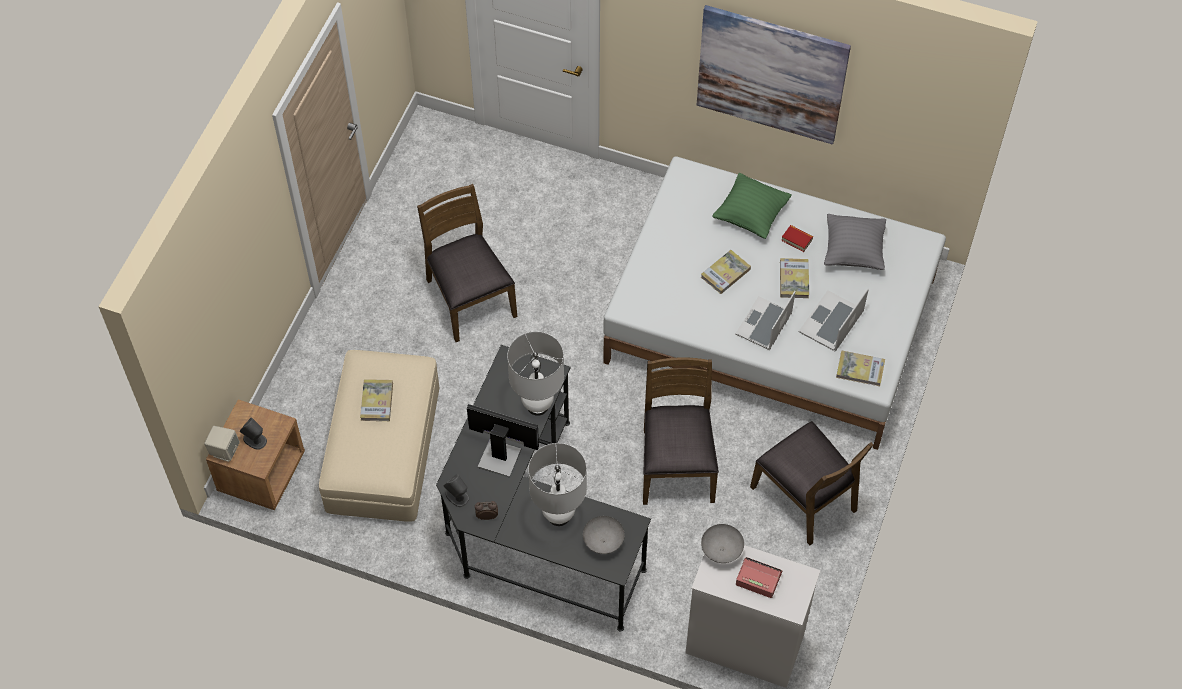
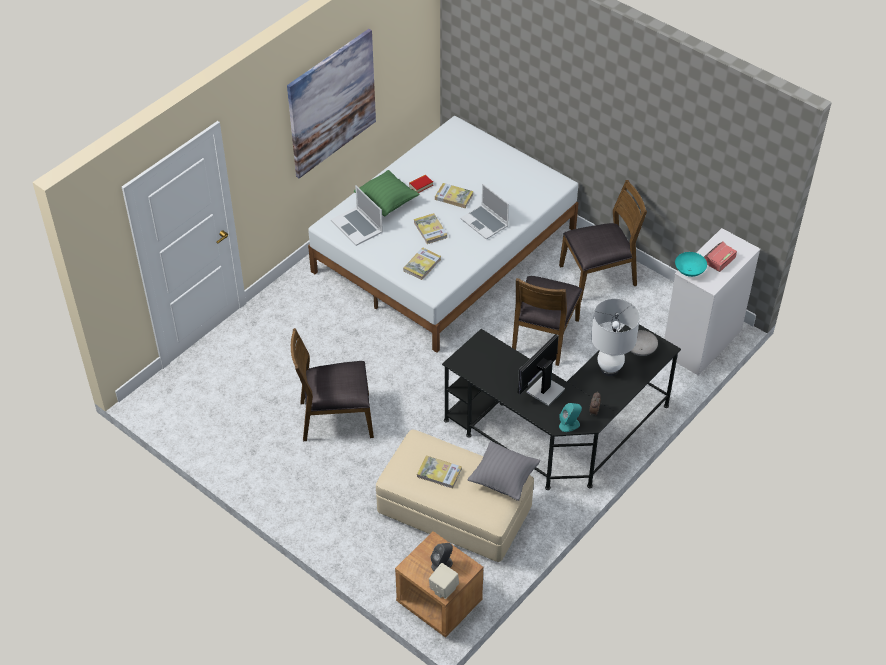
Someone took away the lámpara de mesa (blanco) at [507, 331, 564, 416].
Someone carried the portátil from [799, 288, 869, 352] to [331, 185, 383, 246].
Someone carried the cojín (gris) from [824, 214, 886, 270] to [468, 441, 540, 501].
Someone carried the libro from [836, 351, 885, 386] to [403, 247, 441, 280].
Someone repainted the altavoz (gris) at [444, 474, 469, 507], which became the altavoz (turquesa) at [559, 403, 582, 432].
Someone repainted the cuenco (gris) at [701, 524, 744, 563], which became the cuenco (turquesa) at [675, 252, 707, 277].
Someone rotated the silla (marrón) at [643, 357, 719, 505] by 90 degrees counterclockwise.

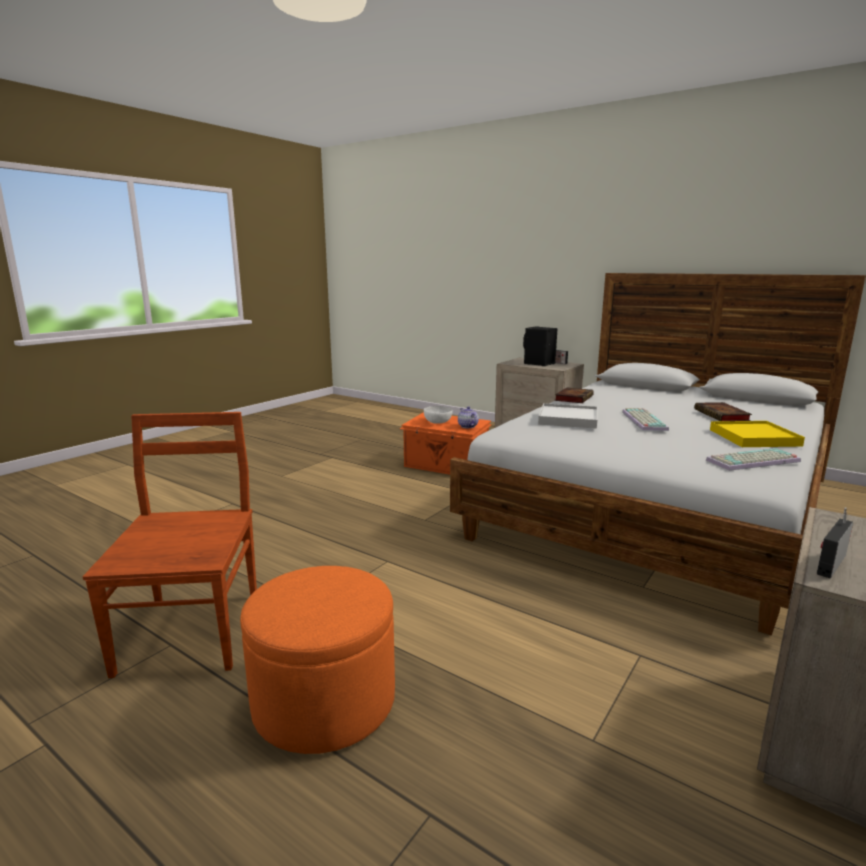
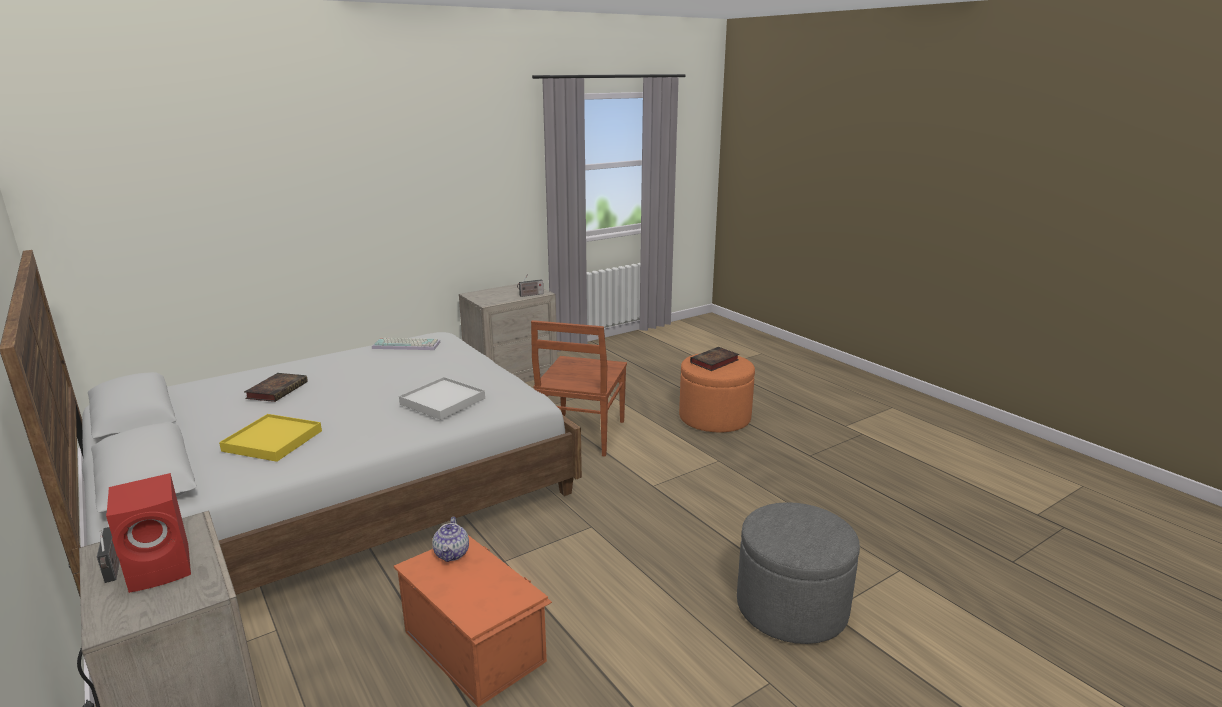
Someone took away the cuenco (blanco) at [424, 406, 453, 424].
Someone took away the teclado at [622, 408, 669, 431].
Someone put down the puf (gris) at [737, 502, 860, 644].
Someone carried the silla (marrón) from [82, 412, 257, 678] to [531, 320, 627, 456].
Someone carried the libro from [555, 388, 594, 403] to [690, 347, 739, 371].
Someone carried the bandeja (amarillo) from [710, 421, 805, 447] to [219, 414, 322, 462].
Someone repainted the altavoz (negro) at [523, 326, 558, 366], which became the altavoz (rojo) at [106, 473, 191, 593].

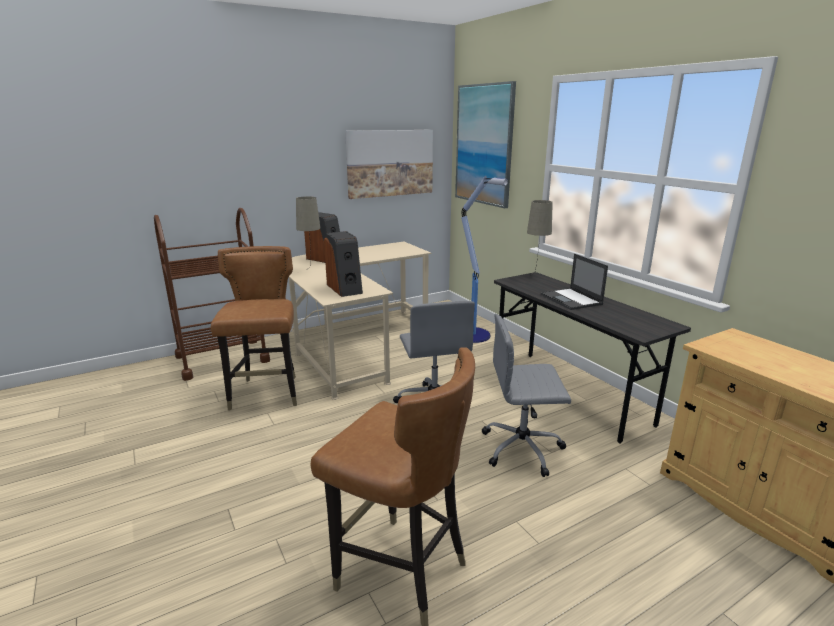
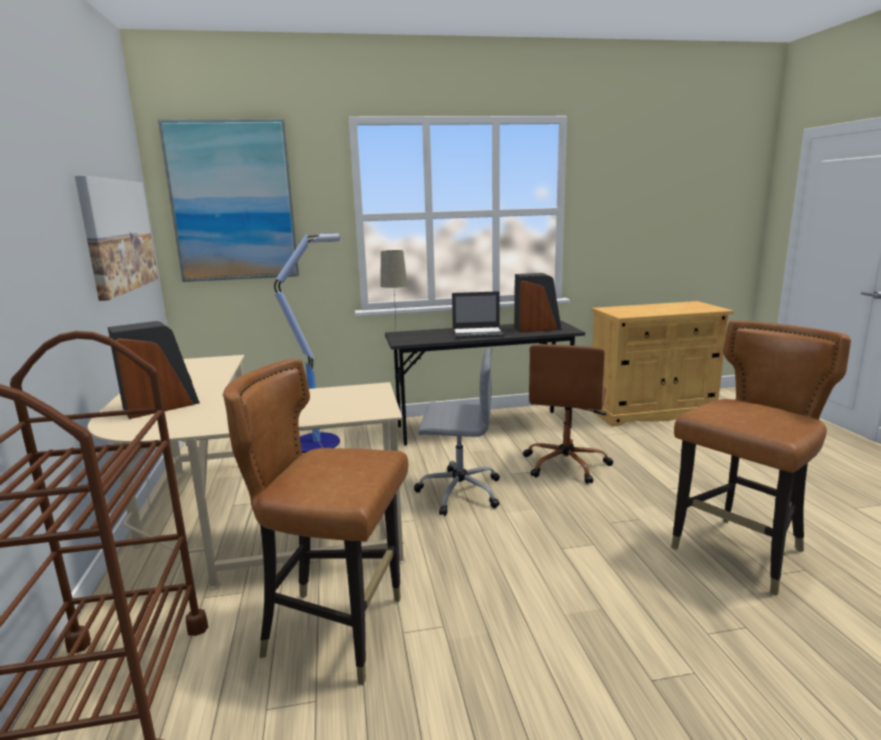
Someone took away the lámpara de mesa (beis) at [296, 196, 320, 270].
Someone carried the altavoz from [324, 231, 363, 297] to [514, 273, 562, 332].
Someone repainted the silla de oficina (gris) at [482, 314, 571, 477], which became the silla de oficina (marrón) at [523, 344, 613, 484].

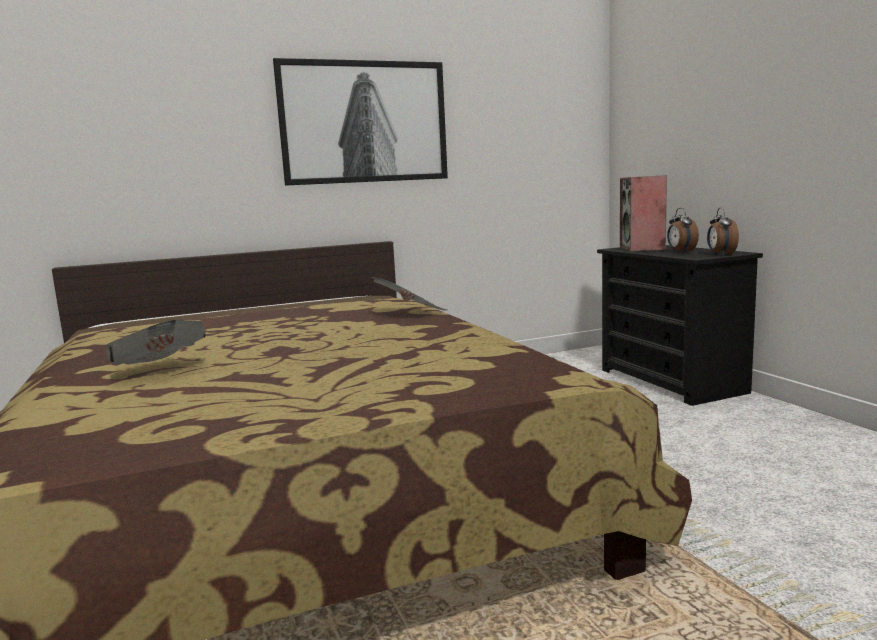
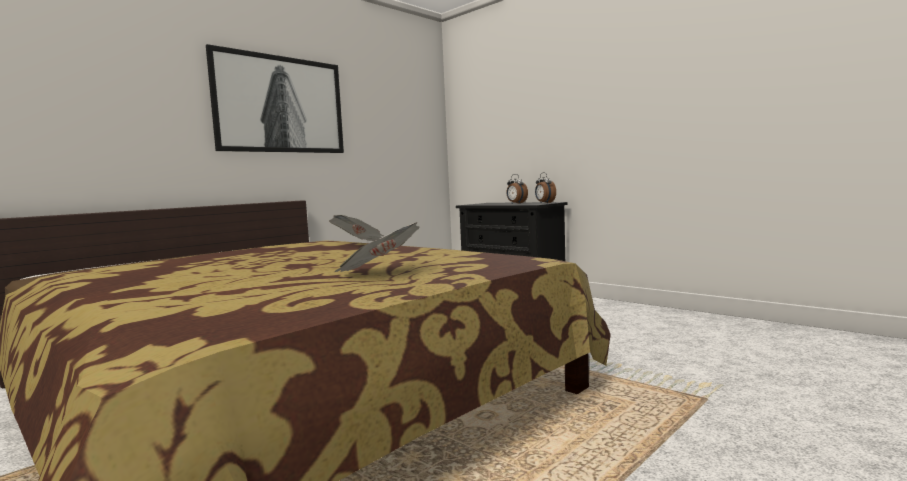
Someone took away the altavoz at [620, 175, 667, 251].
Someone carried the periódico from [105, 319, 206, 365] to [334, 222, 419, 272].

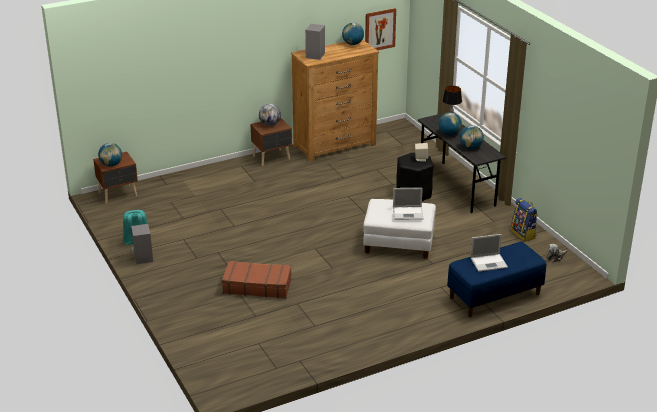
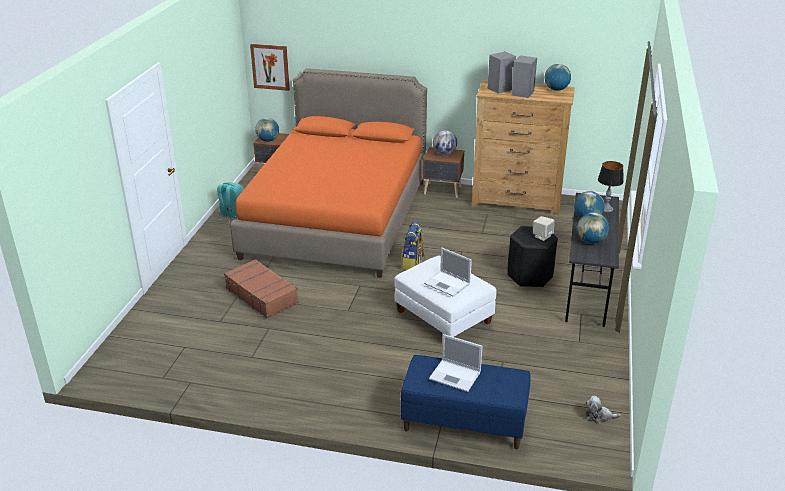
Someone put down the cama (naranja) at [230, 68, 427, 278].
Someone carried the altavoz (gris) from [131, 224, 153, 264] to [512, 55, 537, 98].
Someone carried the cuadro from [365, 8, 396, 50] to [250, 44, 290, 91].
Someone carried the mochila from [511, 198, 538, 242] to [401, 222, 425, 270].

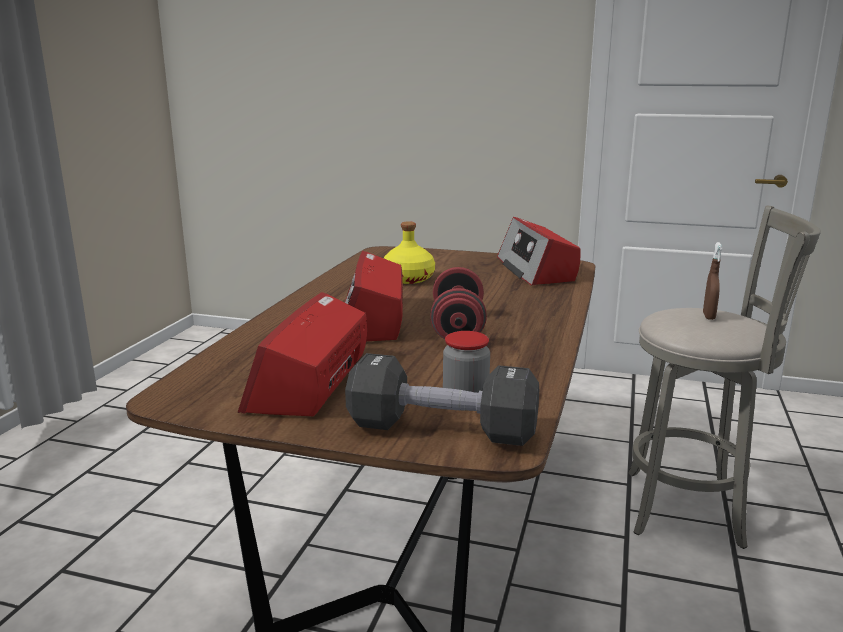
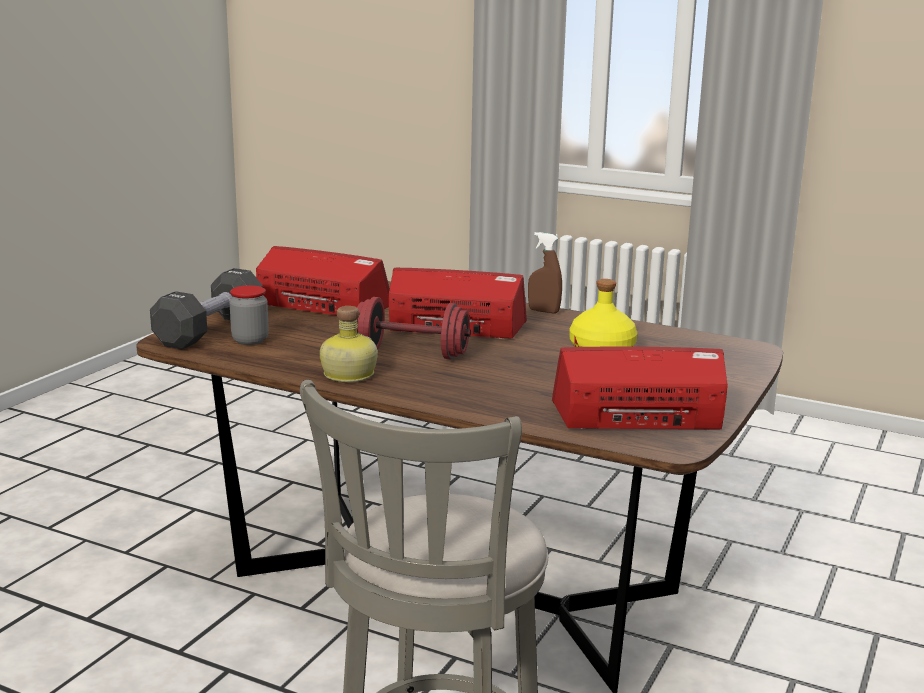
Someone put down the botella at [320, 306, 378, 382].
Someone carried the pulverizador (marrón) from [703, 242, 722, 320] to [528, 232, 562, 314].

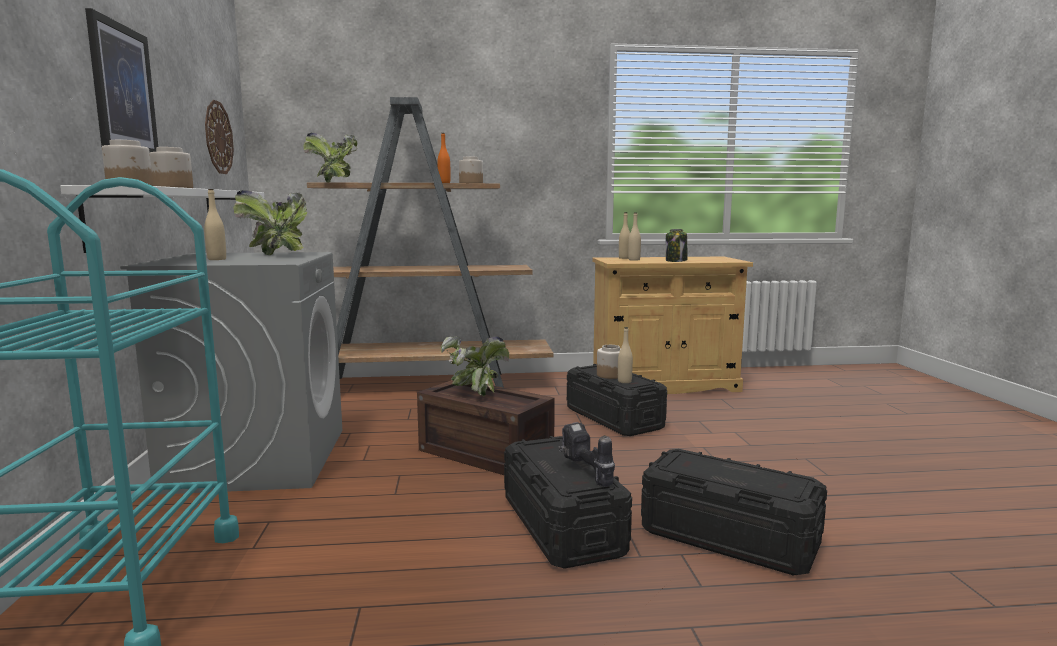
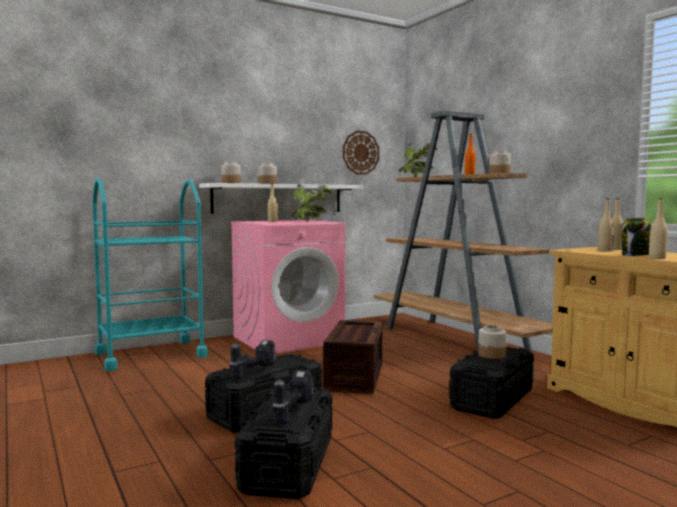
Someone took away the cuadro at [85, 8, 158, 152].
Someone took away the planta en maceta at [441, 336, 509, 396].
Someone put down the taladro at [272, 370, 313, 425].
Someone carried the botella (beis) from [618, 327, 633, 383] to [649, 198, 668, 259].
Someone repainted the lavadora (gris) at [120, 252, 342, 495], which became the lavadora (rosa) at [231, 220, 345, 354].

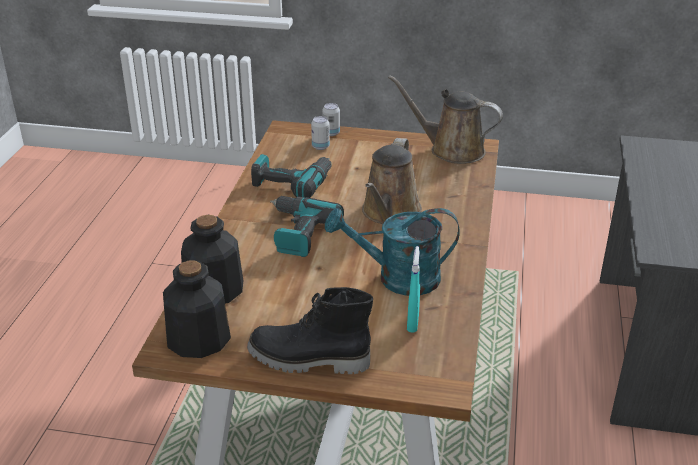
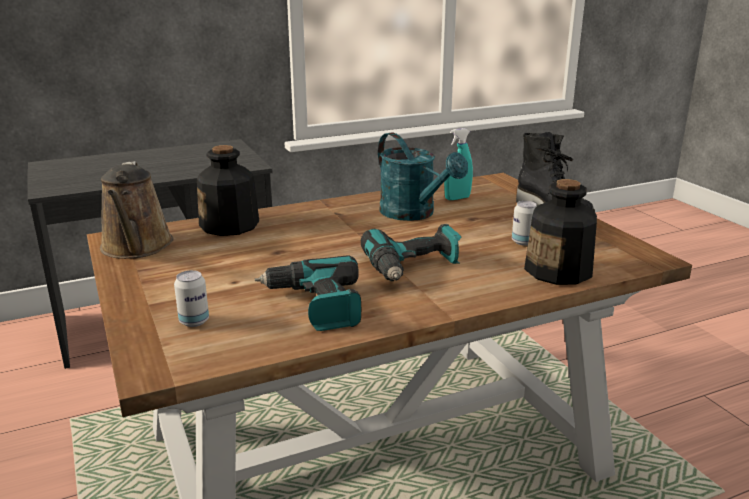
Someone took away the regadera (marrón) at [362, 138, 422, 224].
Someone carried the botella from [163, 260, 231, 358] to [197, 145, 259, 236].
Someone carried the lata from [322, 103, 340, 136] to [512, 201, 537, 245].

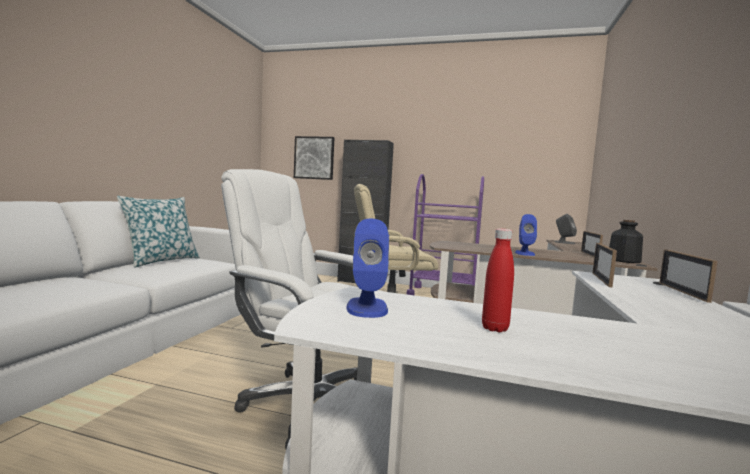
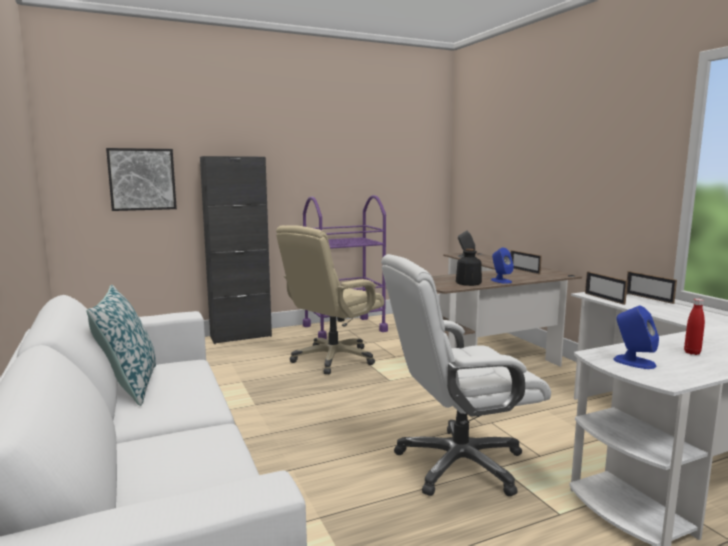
Someone carried the botella from [609, 220, 643, 263] to [456, 248, 482, 286].

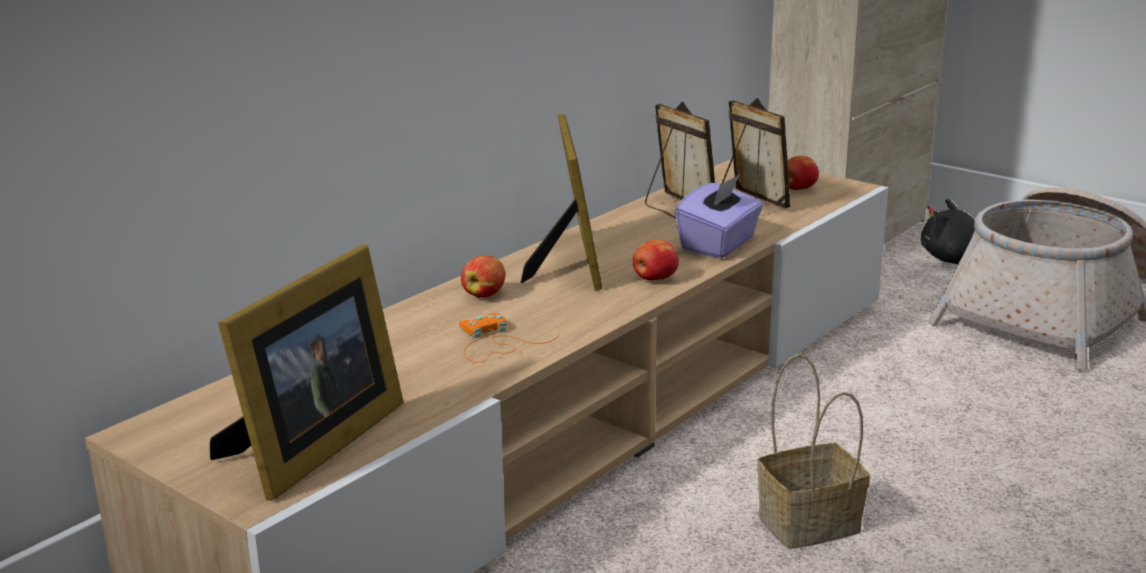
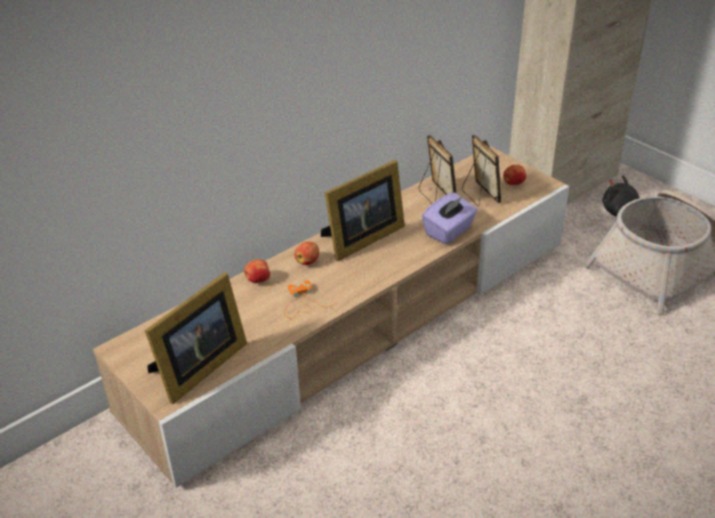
Someone took away the cesta at [757, 354, 870, 549].
Someone carried the manzana from [633, 240, 679, 280] to [244, 260, 270, 283].
Someone rotated the portarretratos at [521, 114, 602, 291] by 45 degrees clockwise.

